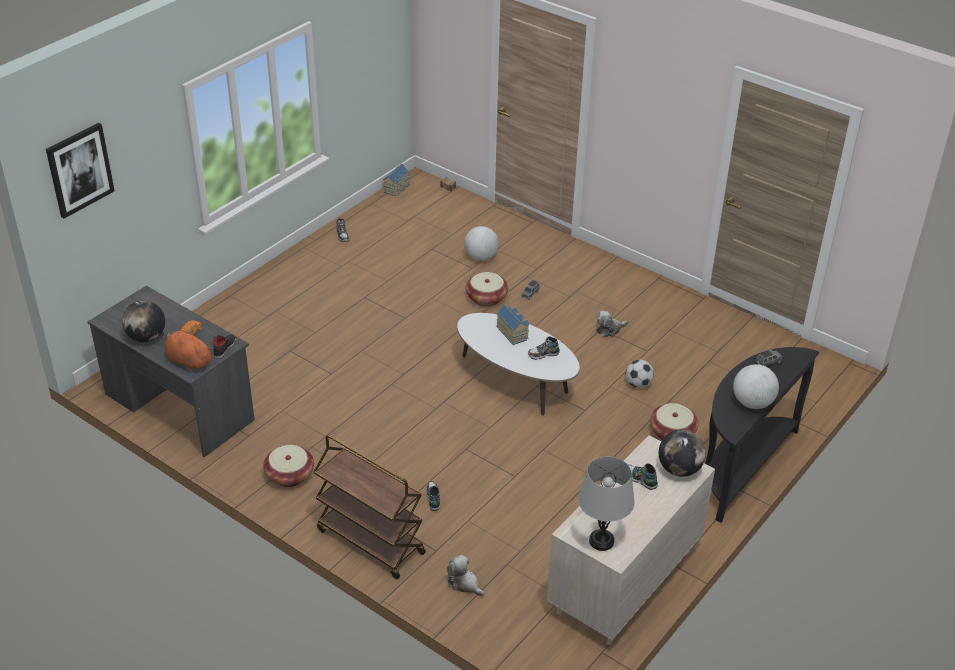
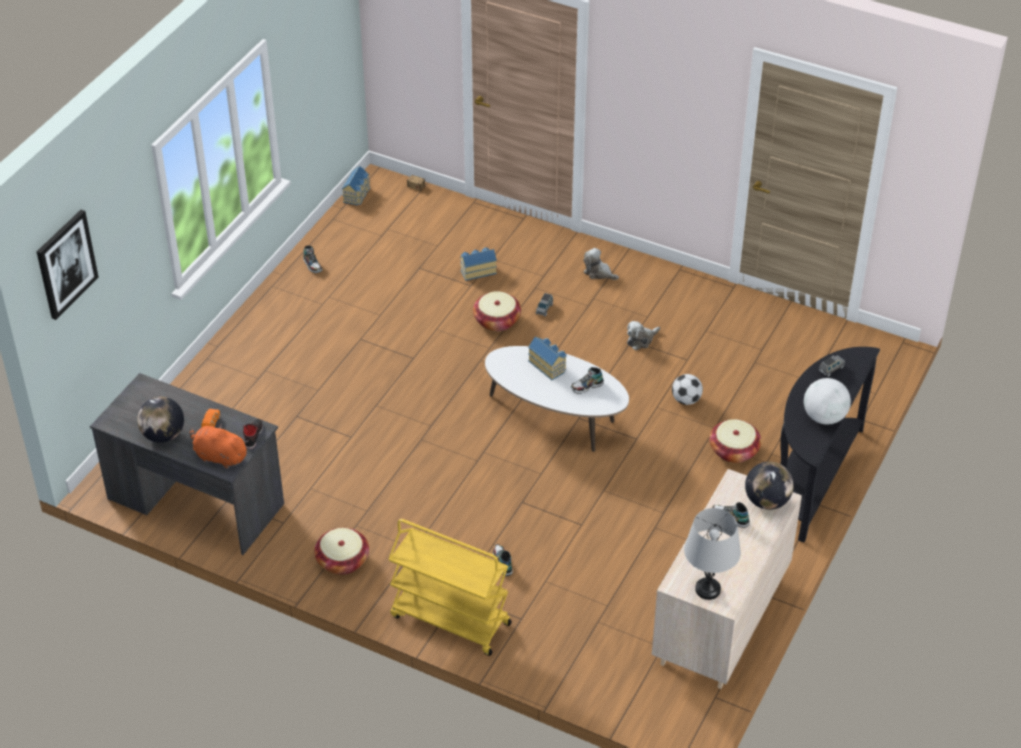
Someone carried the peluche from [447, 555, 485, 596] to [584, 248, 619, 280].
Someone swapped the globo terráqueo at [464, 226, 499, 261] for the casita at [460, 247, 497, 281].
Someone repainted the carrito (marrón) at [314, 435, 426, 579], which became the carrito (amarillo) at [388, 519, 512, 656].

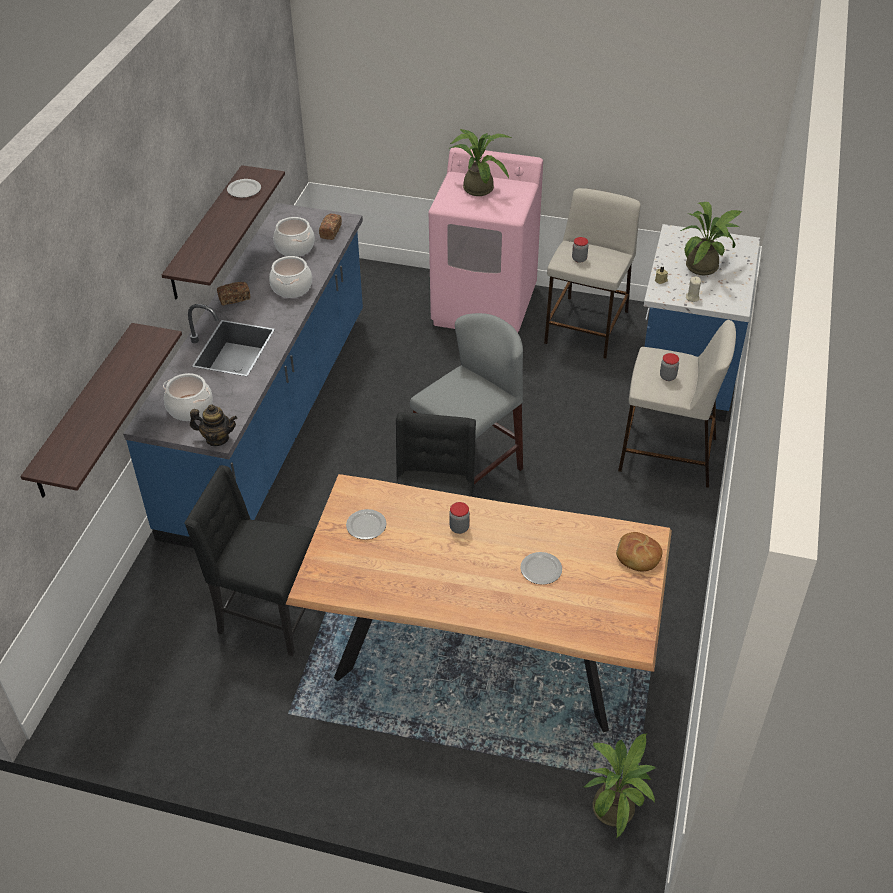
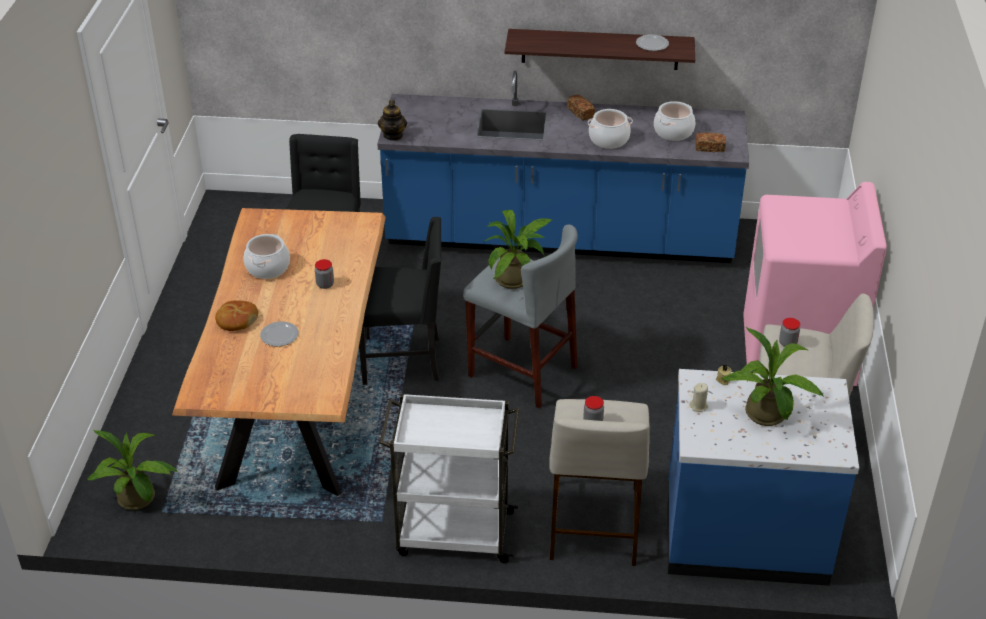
Someone took away the estante at [20, 323, 182, 498].
Someone took away the plato at [346, 509, 387, 540].
Someone put down the carrito (blanco) at [379, 393, 520, 563].
Someone carried the olla from [163, 373, 213, 421] to [243, 234, 290, 279].
Someone carried the planta en maceta from [449, 129, 511, 196] to [484, 210, 552, 289].
Someone carried the pan from [616, 532, 662, 571] to [215, 300, 258, 331].

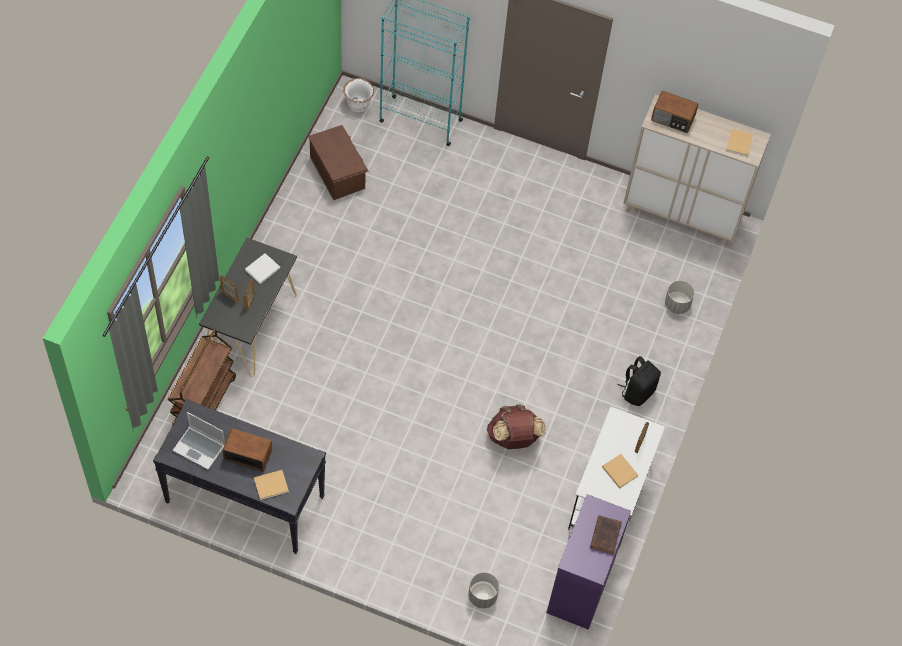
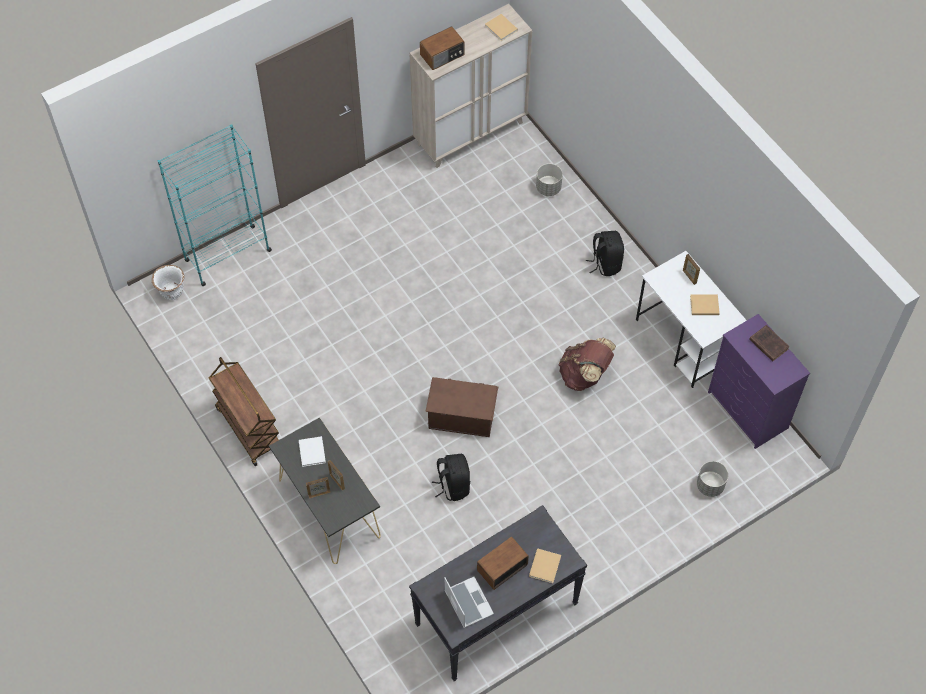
Someone put down the mochila (negro) at [432, 454, 470, 501].
Someone carried the carrito (marrón) from [167, 329, 236, 426] to [209, 357, 279, 466].
Someone carried the caja de almacenaje (marrón) from [308, 125, 369, 200] to [425, 377, 498, 437].
Someone rotated the portátil at [173, 412, 225, 470] by 90 degrees counterclockwise.

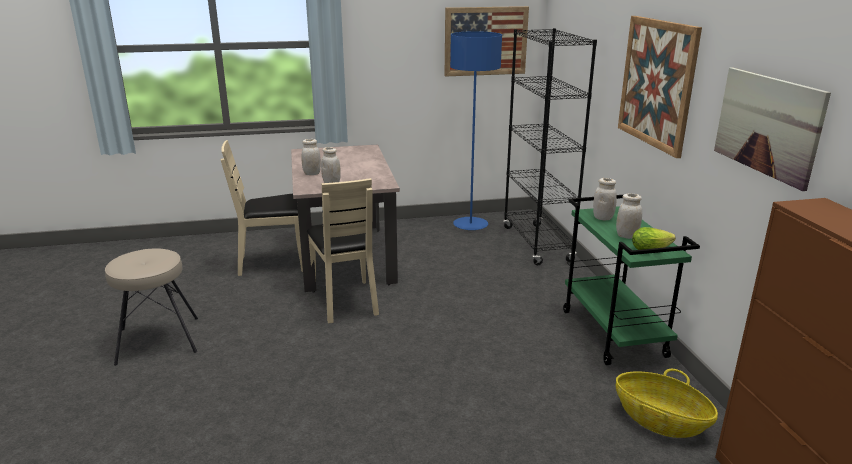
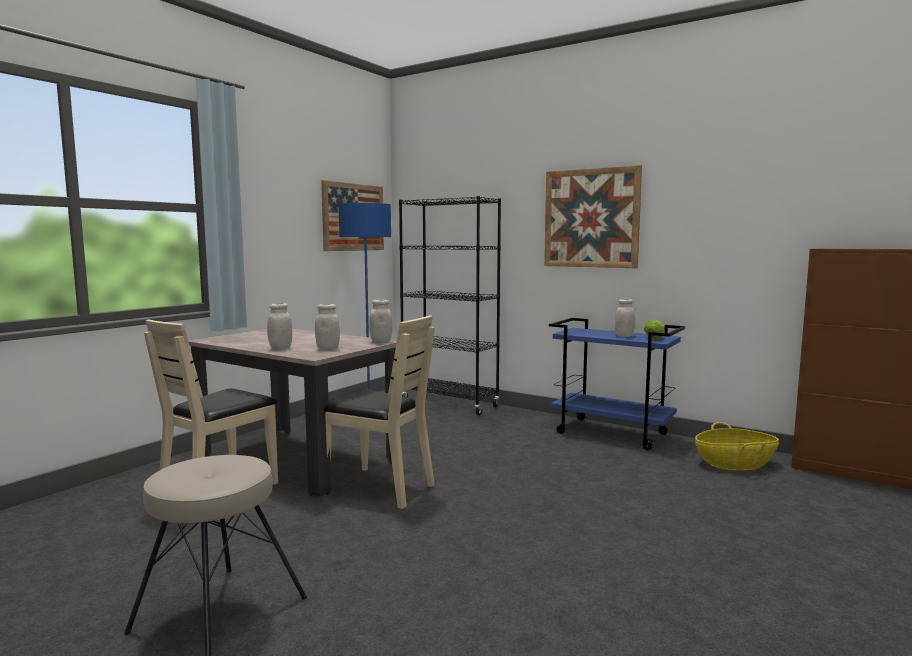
Someone took away the cuadro at [714, 67, 831, 191].
Someone carried the tarro (blanco) from [593, 178, 617, 220] to [369, 300, 393, 343].
Someone repainted the carrito (verde) at [563, 195, 700, 365], which became the carrito (azul) at [549, 318, 685, 450].

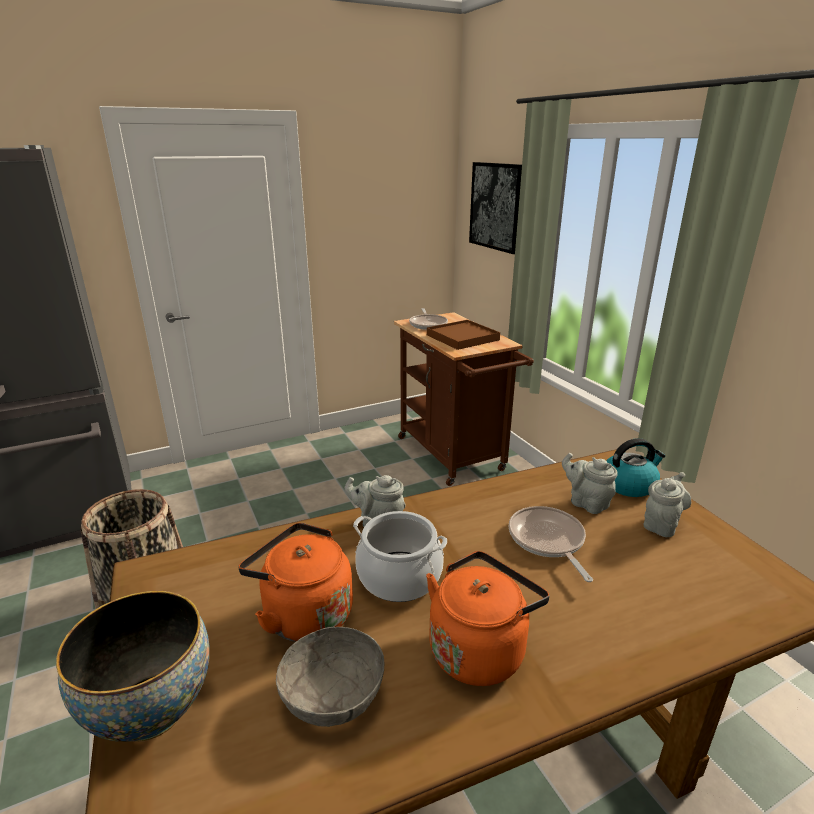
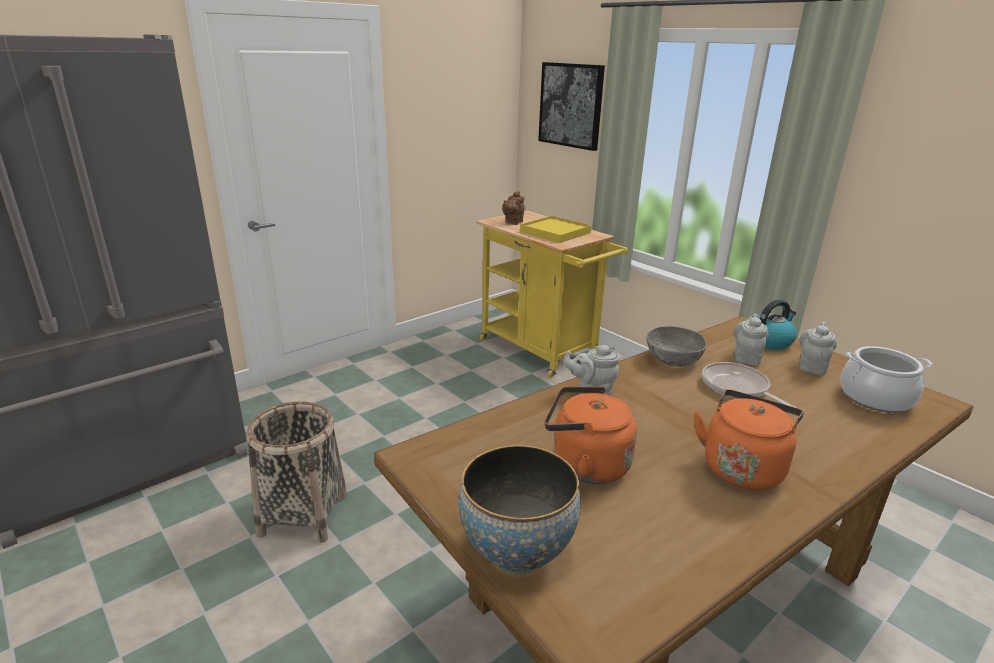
Someone carried the cuenco (gris) from [276, 627, 384, 727] to [646, 326, 706, 367].
Someone carried the olla from [353, 511, 447, 602] to [841, 346, 933, 413].
Someone swapped the sartén at [409, 308, 448, 330] for the tetera (marrón) at [502, 191, 525, 225].
Someone repainted the carrito (marrón) at [394, 312, 534, 486], which became the carrito (amarillo) at [476, 211, 628, 378].
Someone repainted the bandeja (marrón) at [427, 320, 500, 350], which became the bandeja (amarillo) at [520, 216, 592, 243].
Someone rotated the tetera (gris) at [562, 453, 617, 514] by 75 degrees clockwise.

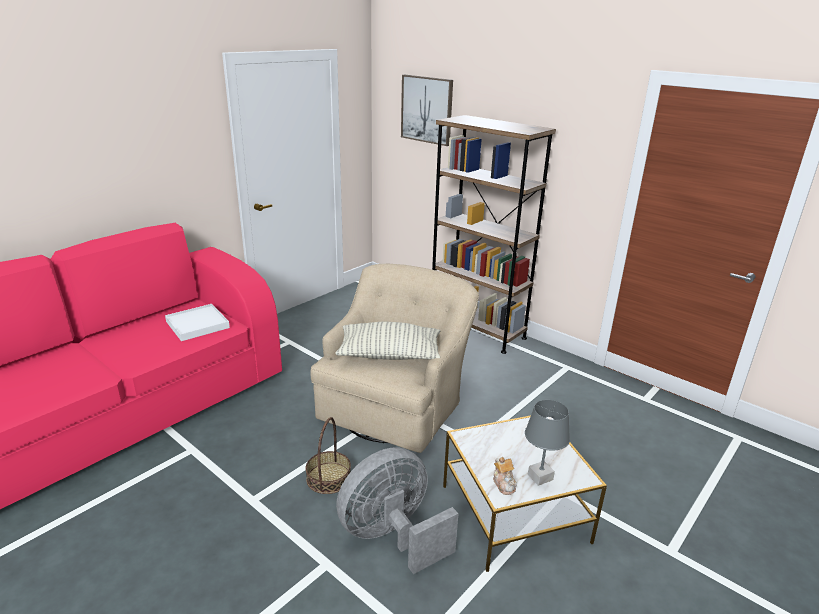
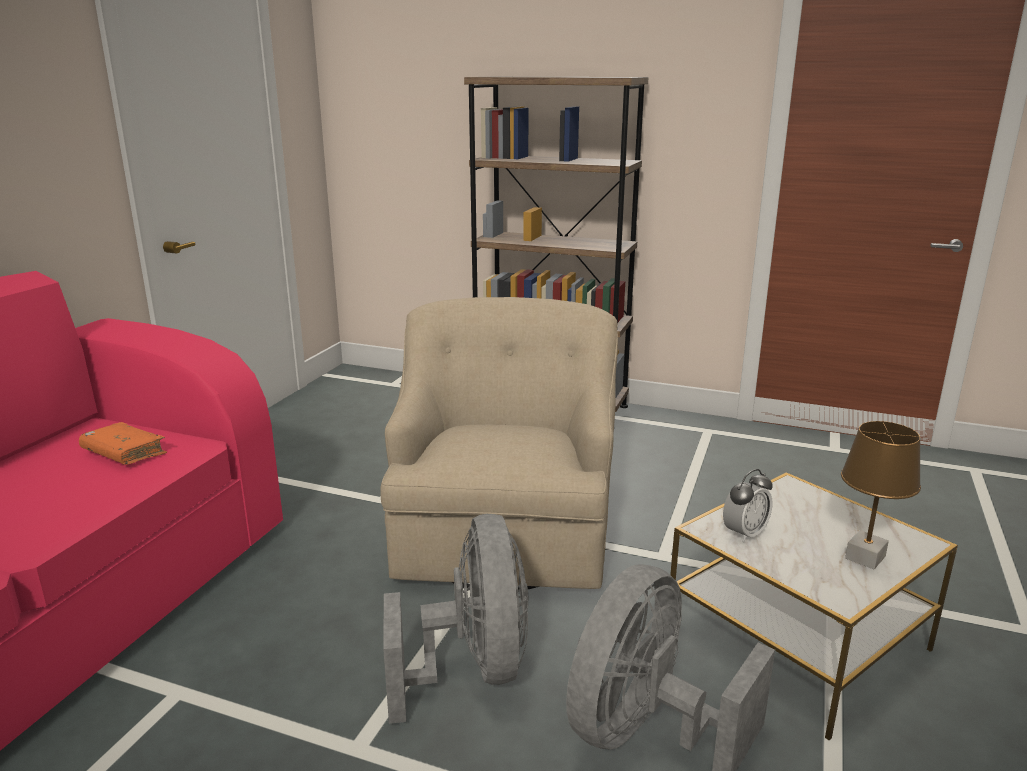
Someone took away the cojín at [336, 322, 440, 360].
Someone took away the cuadro at [401, 75, 453, 146].
Someone took away the tetera at [493, 457, 517, 495].
Someone put down the despertador at [723, 469, 773, 543].
Someone swapped the bandeja (blanco) at [165, 304, 230, 341] for the libro (naranja) at [79, 422, 167, 465].
Someone swapped the cesta at [306, 417, 351, 494] for the ventilador (gris) at [383, 514, 528, 724].
Someone repainted the lámpara de mesa (gris) at [525, 400, 570, 486], which became the lámpara de mesa (marrón) at [841, 421, 921, 569].

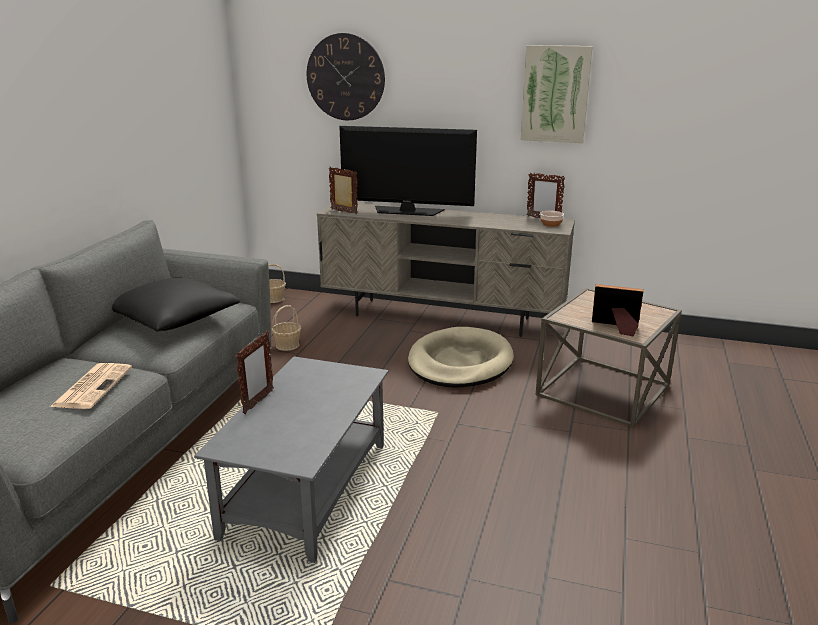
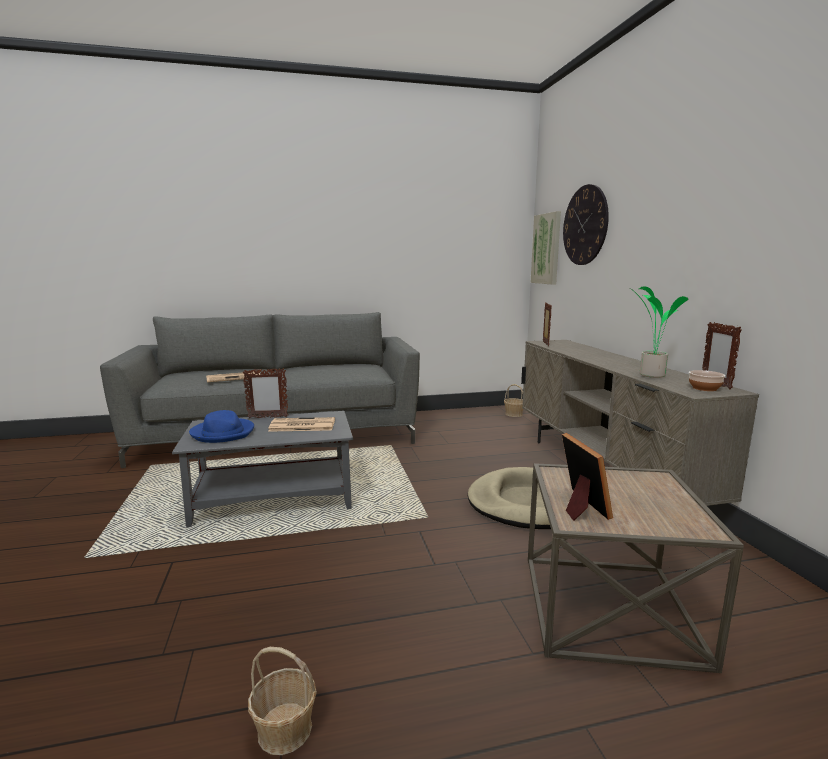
Someone took away the cojín (negro) at [112, 277, 240, 332].
Someone took away the televisor at [339, 126, 477, 216].
Someone put down the sombrero (azul) at [189, 410, 254, 443].
Someone put down the periódico at [268, 417, 335, 432].
Someone put down the planta en maceta at [633, 286, 688, 378].
Someone carried the cesta from [272, 305, 301, 351] to [248, 647, 317, 755].
Someone carried the cuadro from [521, 45, 593, 143] to [531, 211, 561, 285].

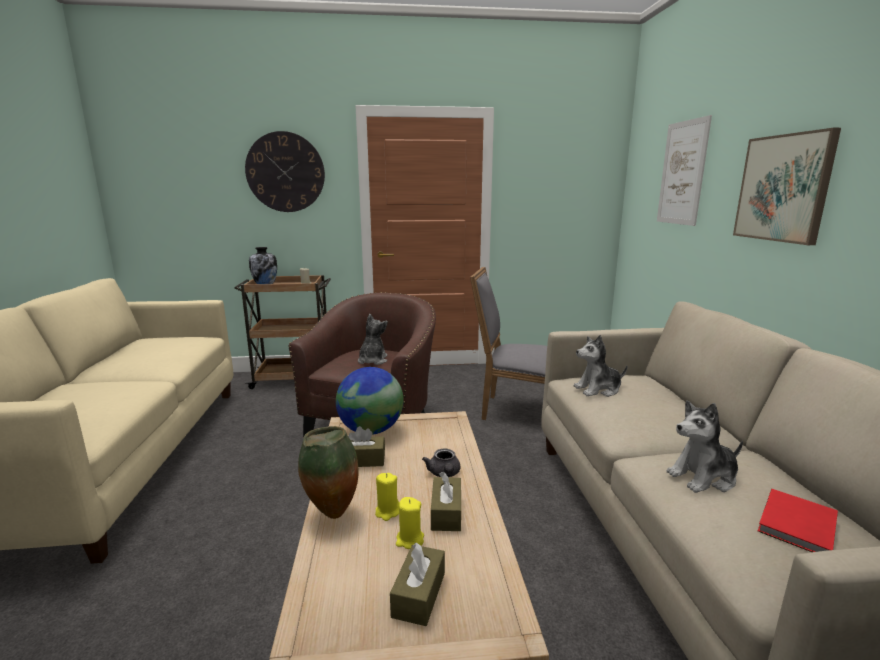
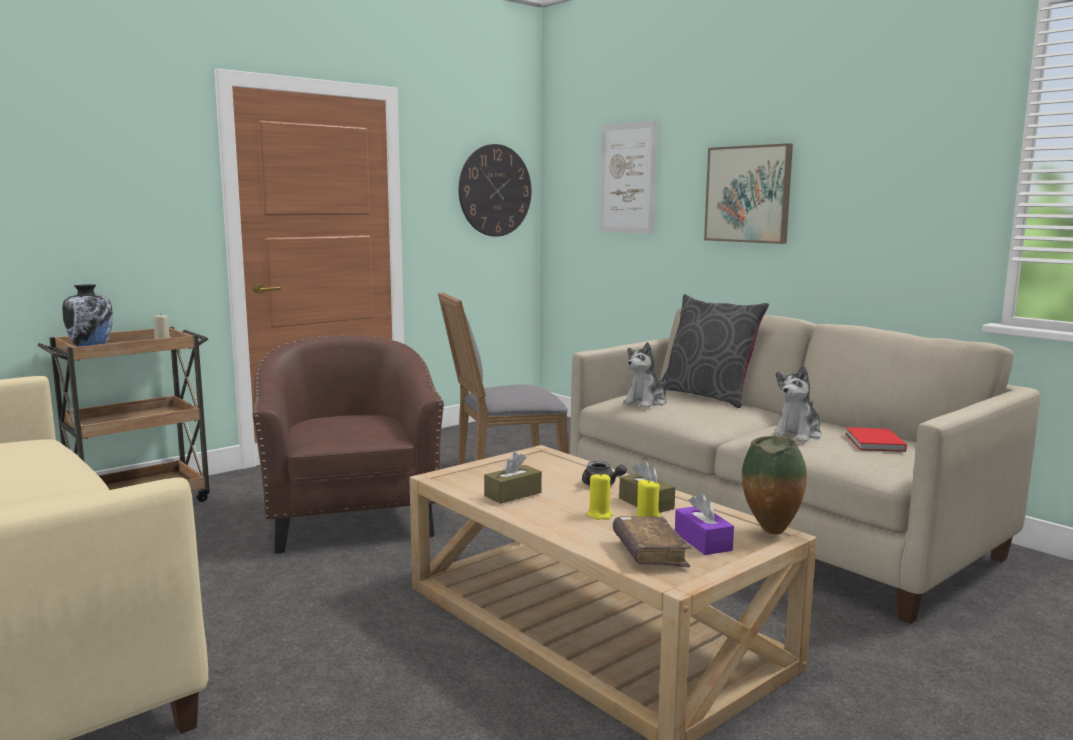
Someone took away the globo terráqueo at [336, 367, 404, 435].
Someone took away the peluche at [358, 314, 388, 365].
Someone put down the libro (marrón) at [613, 516, 692, 567].
Someone put down the cojín (gris) at [661, 294, 769, 408].
Someone carried the reloj de pared from [245, 131, 325, 212] to [459, 144, 531, 237].
Someone carried the florero from [298, 426, 358, 519] to [742, 436, 807, 534].
Someone repainted the caja de pañuelos (marrón) at [390, 543, 445, 626], which became the caja de pañuelos (morado) at [675, 493, 734, 555].

